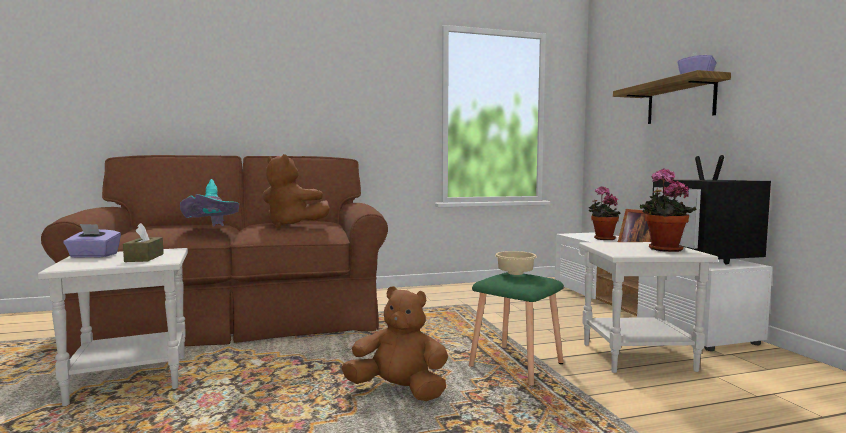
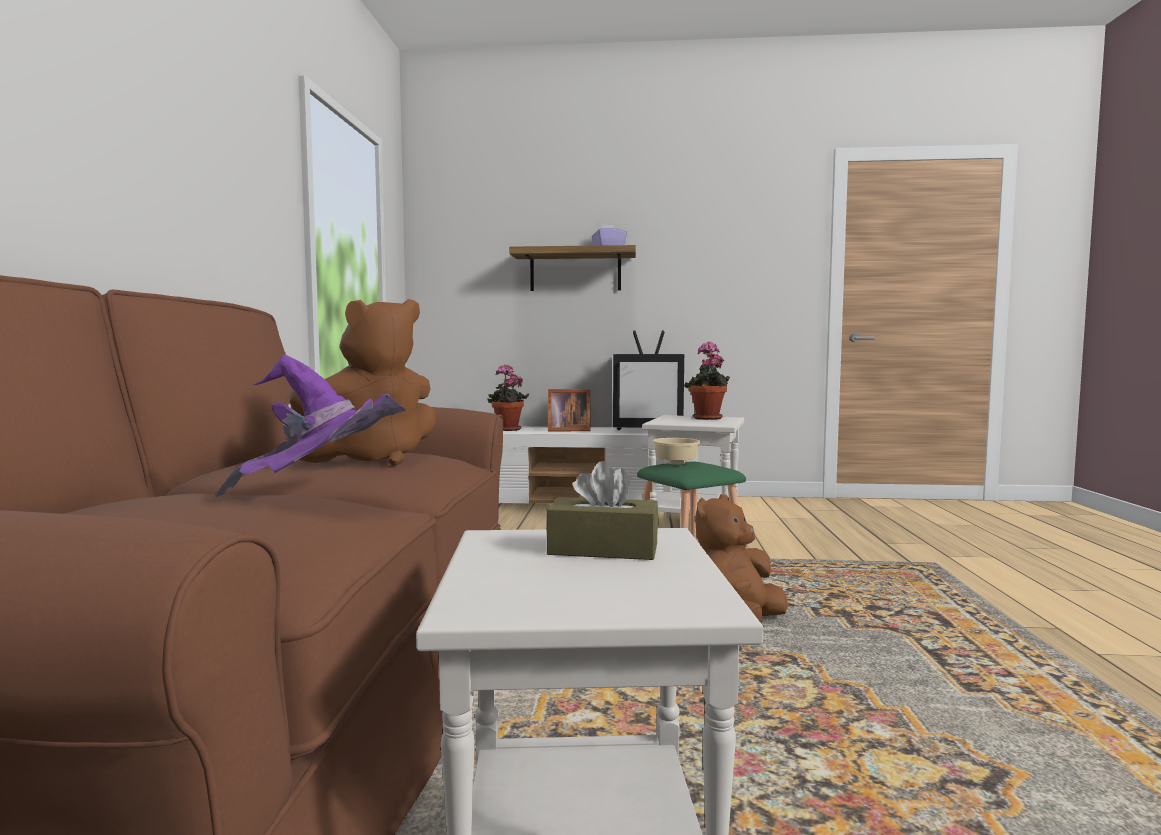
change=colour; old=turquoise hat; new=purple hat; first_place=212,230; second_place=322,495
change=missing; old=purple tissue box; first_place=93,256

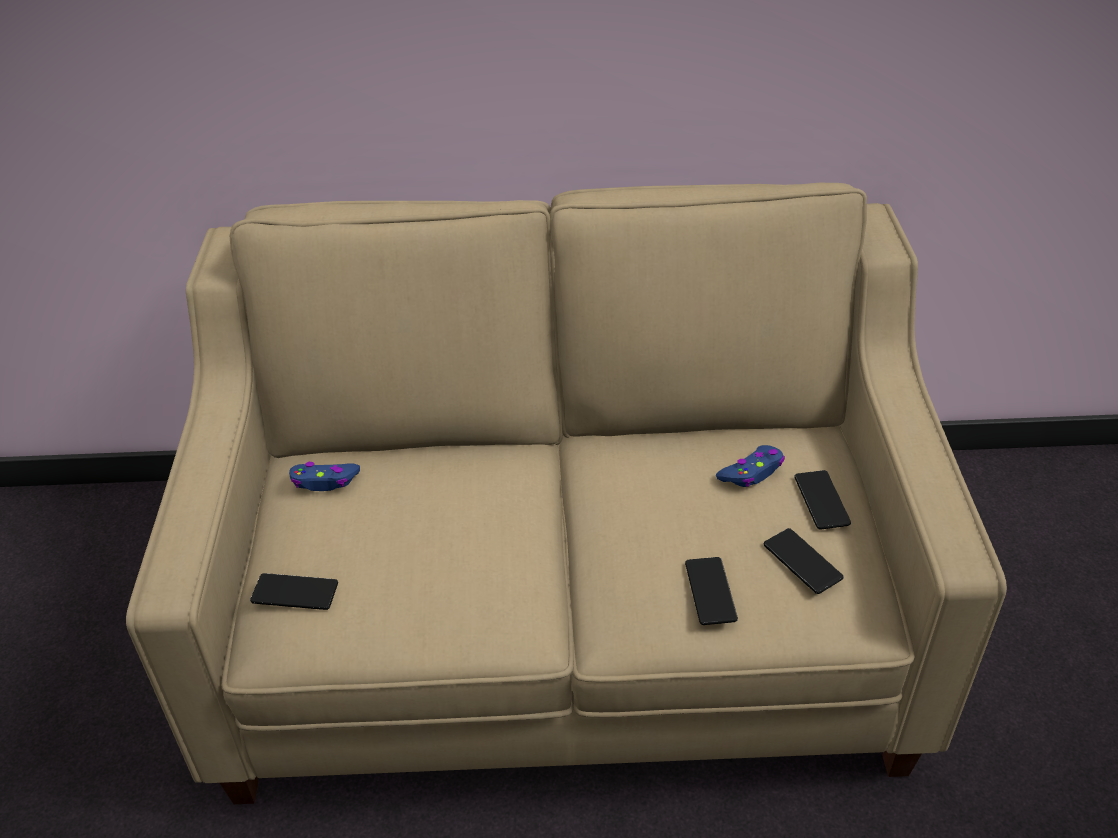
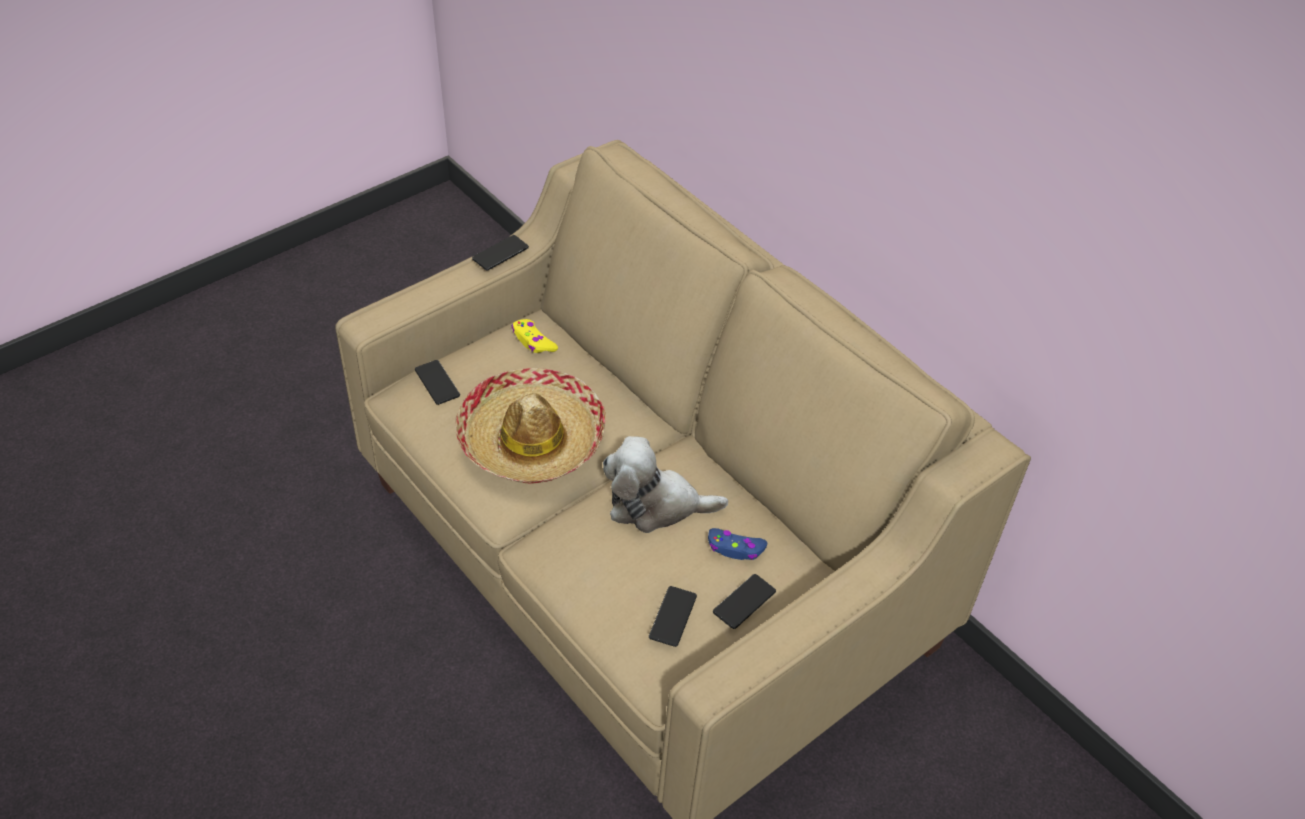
change=colour; old=blue game controller; new=yellow game controller; first_place=324,481; second_place=533,341
change=relocated; old=phone; first_place=710,591; second_place=500,253
change=appeared; new=hat; second_place=532,438
change=appeared; new=plush toy; second_place=656,505

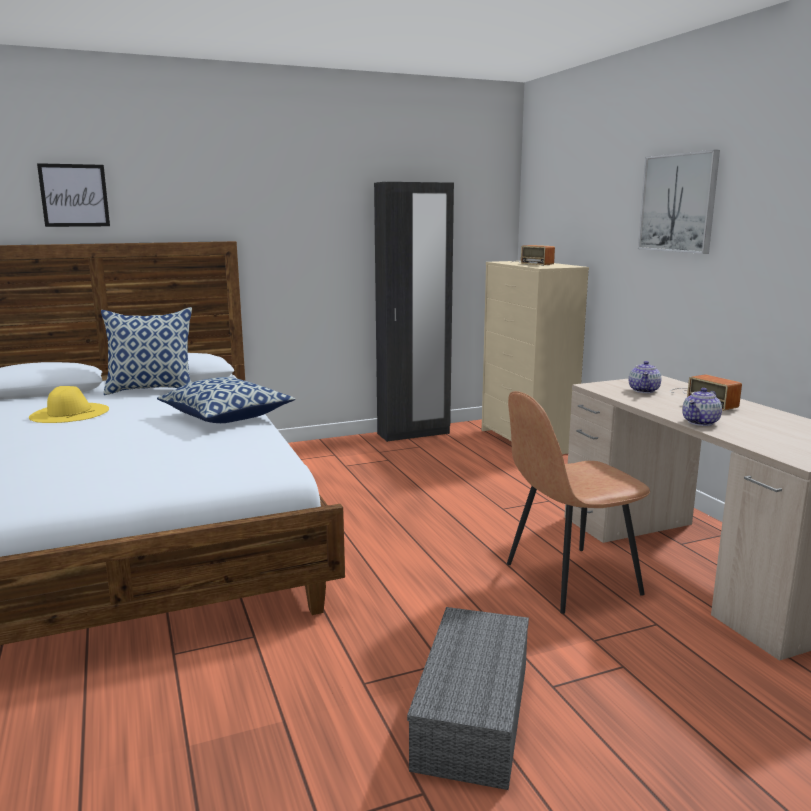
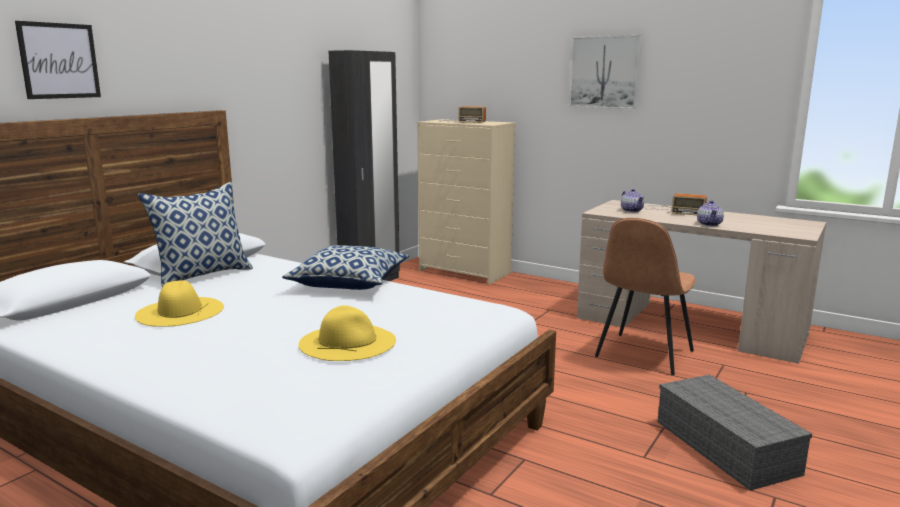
change=appeared; new=yellow hat; second_place=347,342

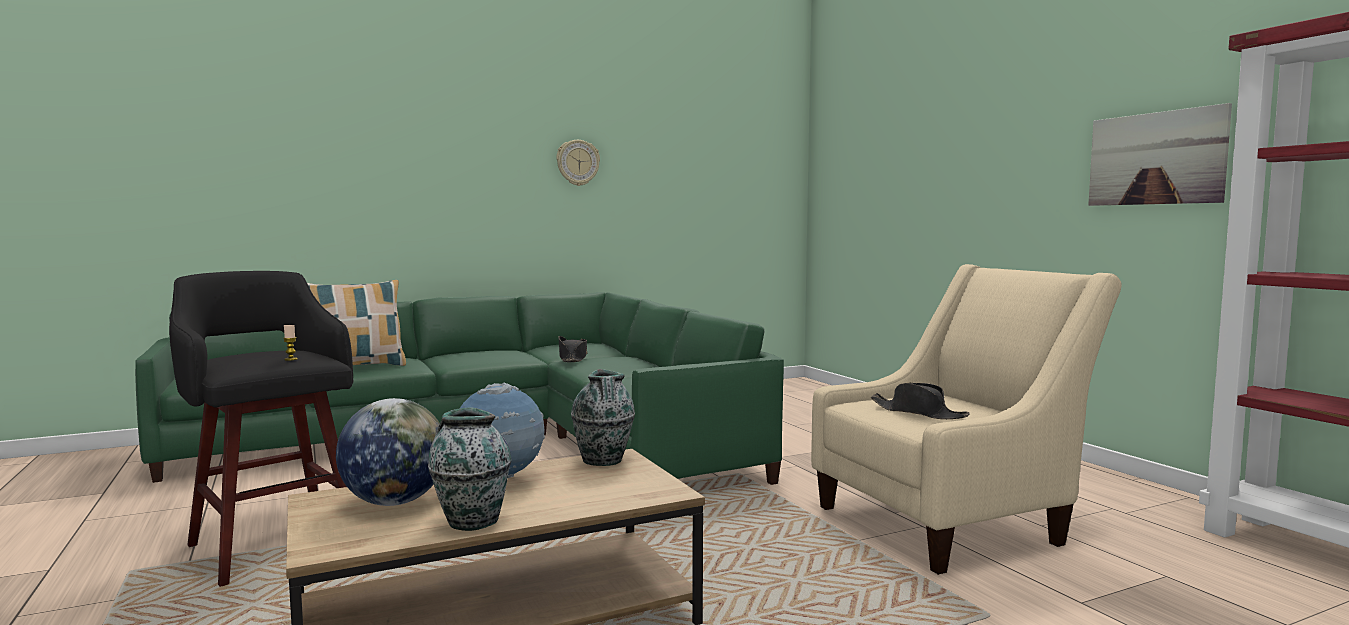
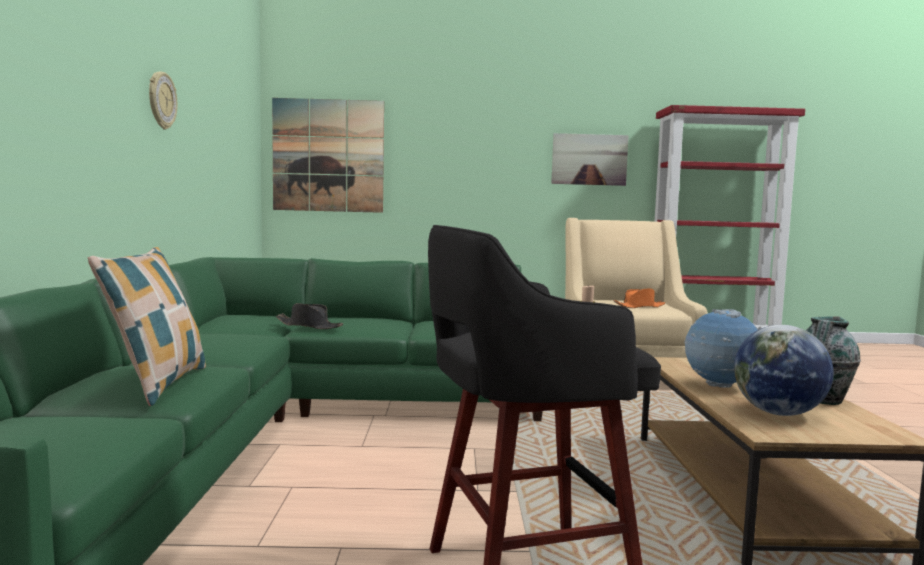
change=missing; old=vase; first_place=603,461
change=colour; old=black hat; new=orange hat; first_place=918,413; second_place=639,307
change=appeared; new=picture; second_place=328,155

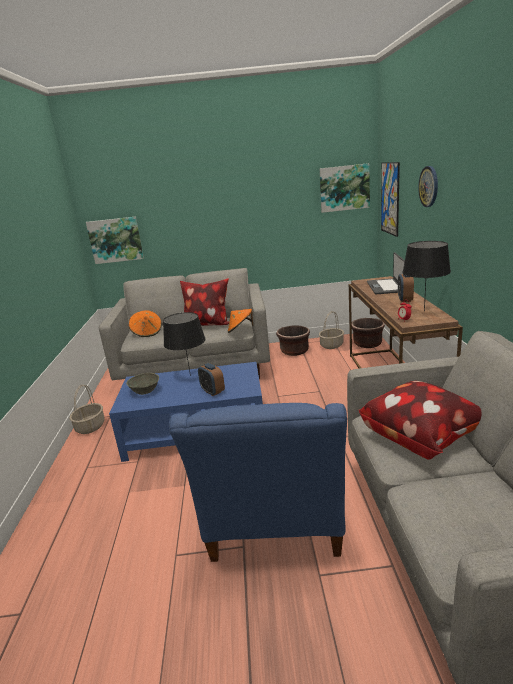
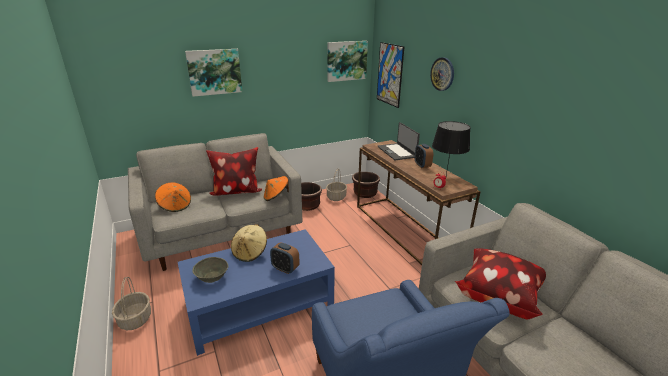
change=relocated; old=picture; first_place=115,240; second_place=214,72
change=exchanged; old=black table lamp; new=beige hat; first_place=190,375; second_place=250,252

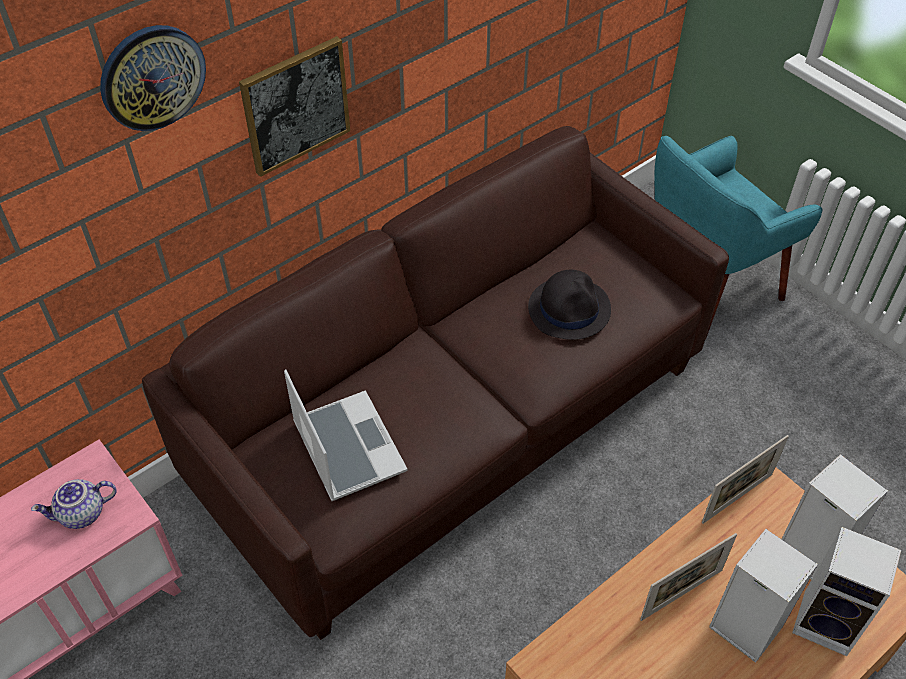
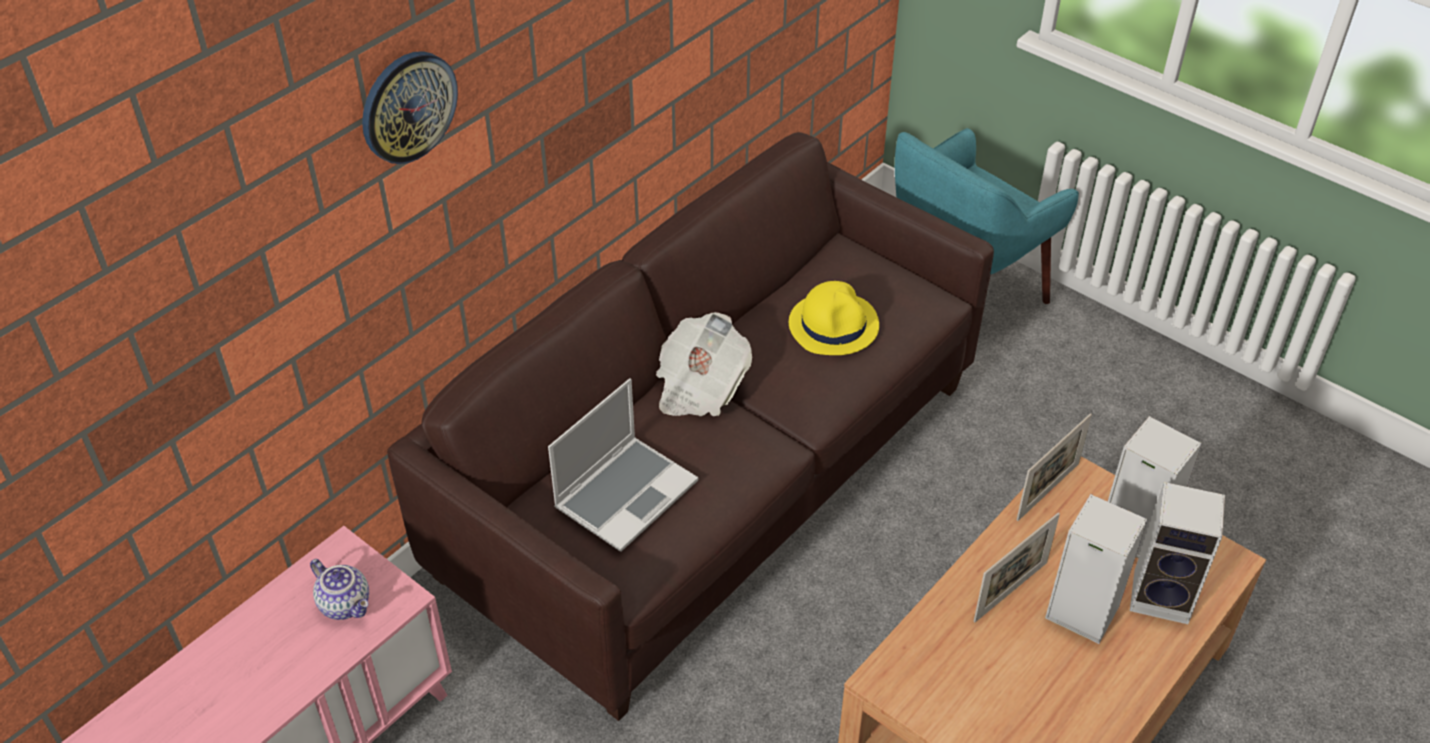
change=missing; old=picture; first_place=295,105
change=colour; old=black hat; new=yellow hat; first_place=569,309; second_place=834,324
change=spun; old=laptop; first_place=346,446; second_place=626,493; degrees=75
change=spun; old=teapot; first_place=81,514; second_place=346,604; degrees=-105
change=appeared; new=newspaper; second_place=699,386

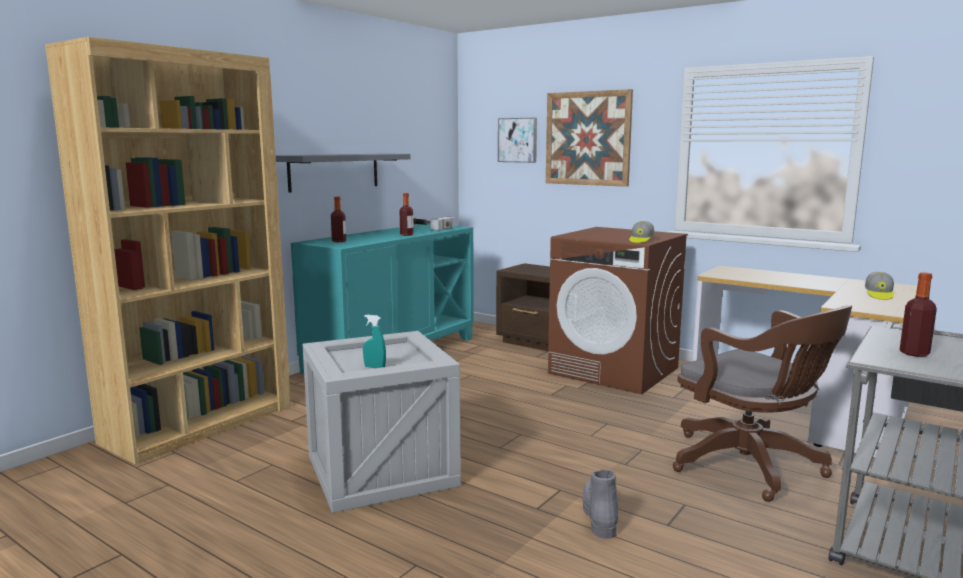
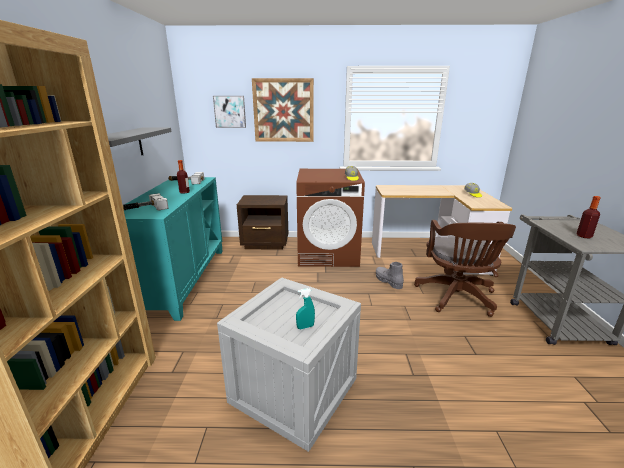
change=exchanged; old=bottle; new=hammer; first_place=339,241; second_place=143,209
change=spun; old=brown office chair; first_place=752,467; second_place=457,298; degrees=75
change=relocated; old=grey boot; first_place=599,515; second_place=388,281

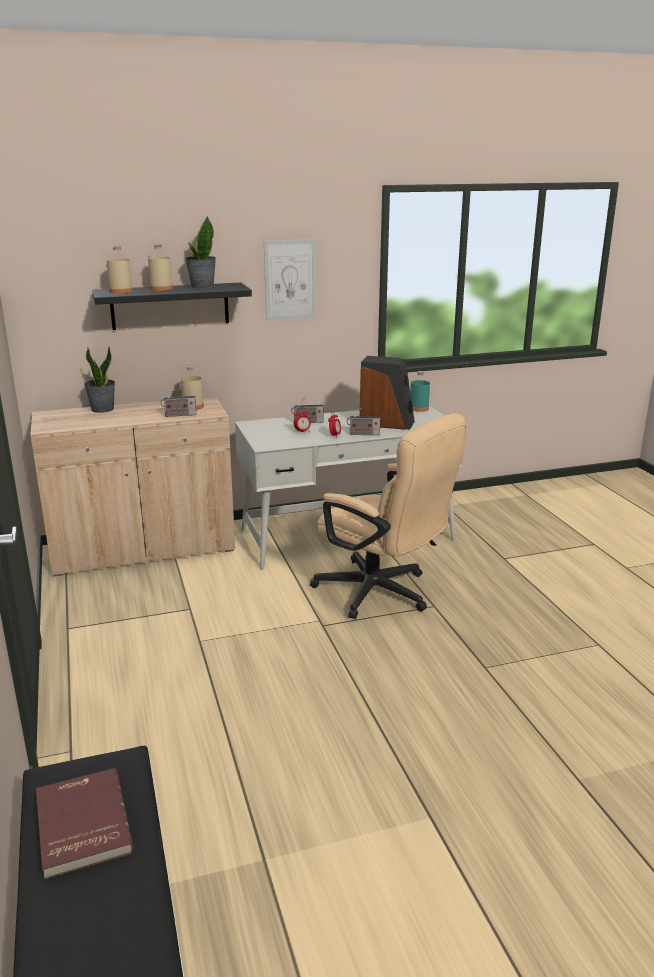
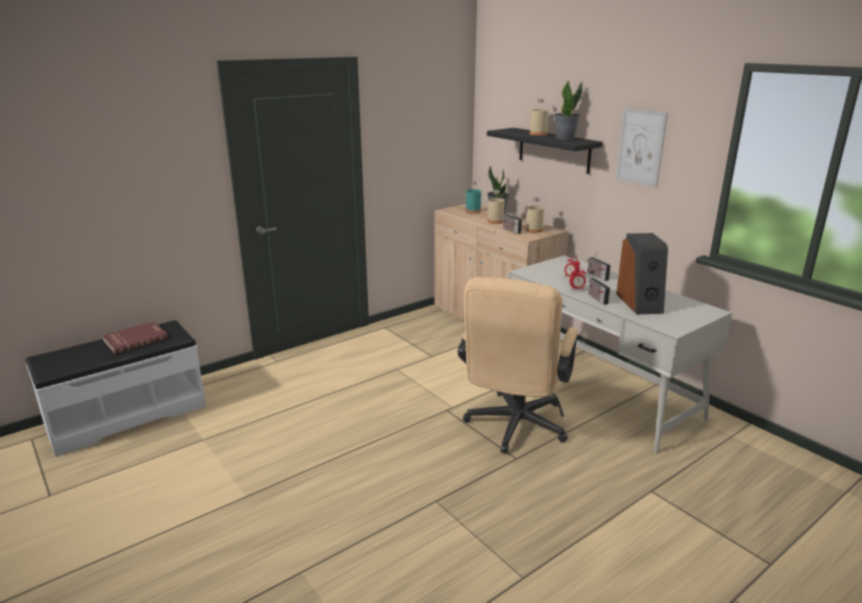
change=relocated; old=beige bottle; first_place=121,291; second_place=495,221
change=relocated; old=turquoise bottle; first_place=419,408; second_place=473,211

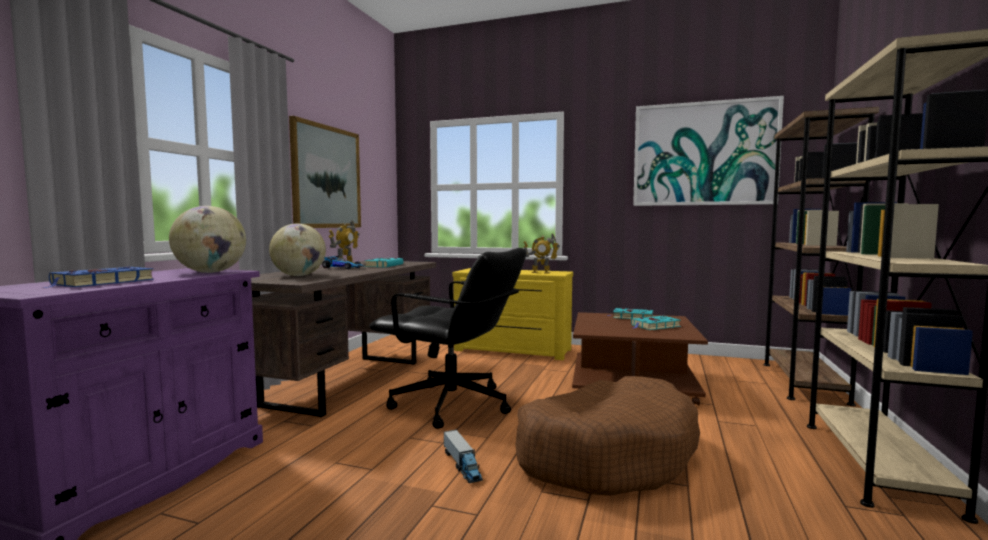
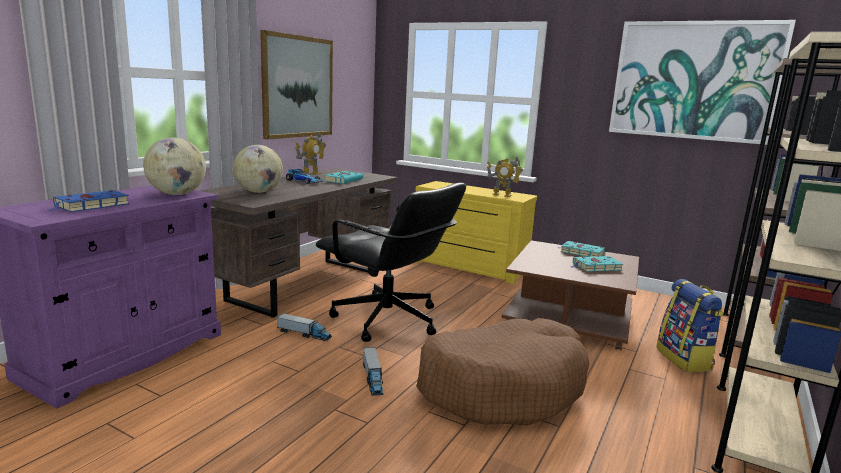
change=appeared; new=backpack; second_place=684,359
change=appeared; new=toy truck; second_place=304,334

